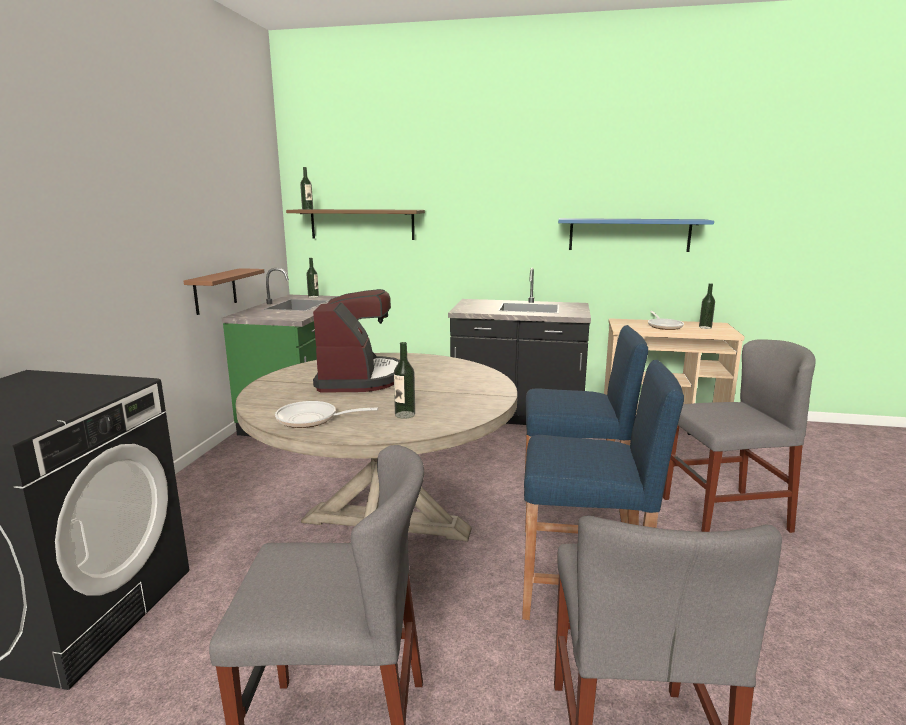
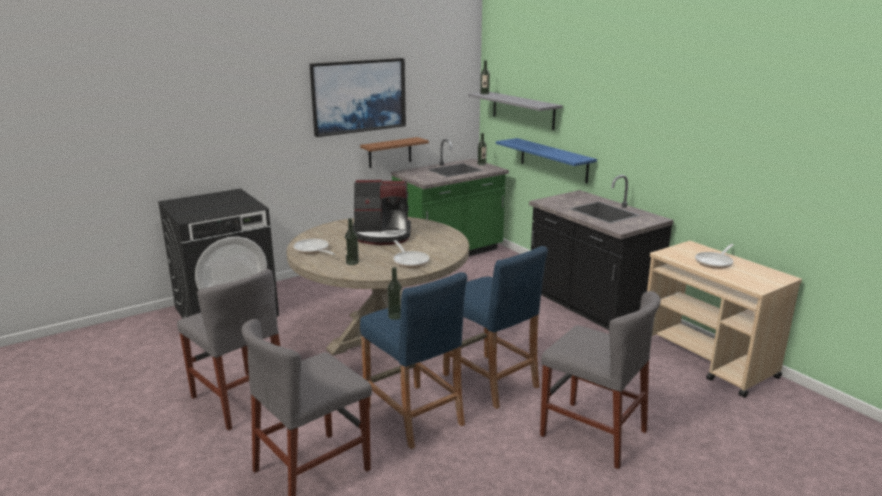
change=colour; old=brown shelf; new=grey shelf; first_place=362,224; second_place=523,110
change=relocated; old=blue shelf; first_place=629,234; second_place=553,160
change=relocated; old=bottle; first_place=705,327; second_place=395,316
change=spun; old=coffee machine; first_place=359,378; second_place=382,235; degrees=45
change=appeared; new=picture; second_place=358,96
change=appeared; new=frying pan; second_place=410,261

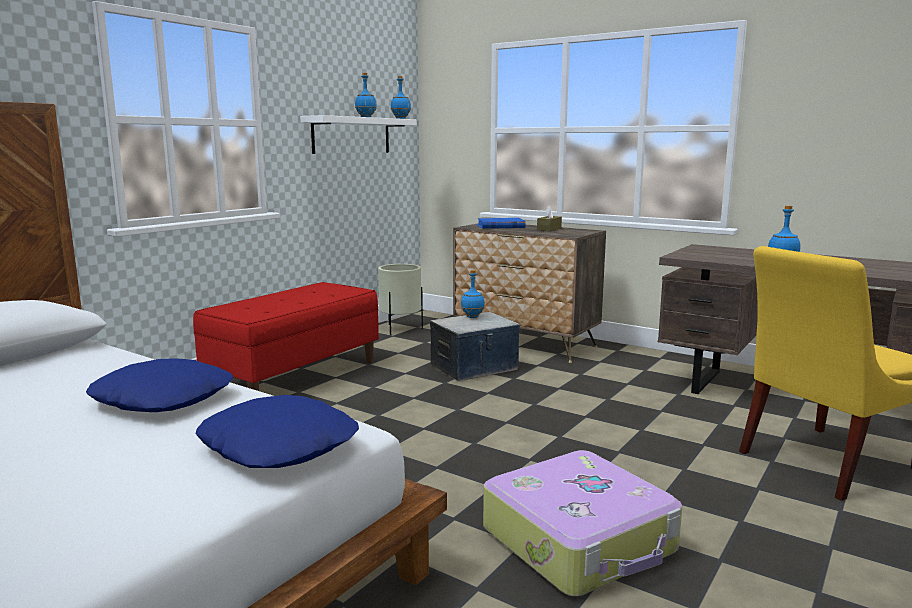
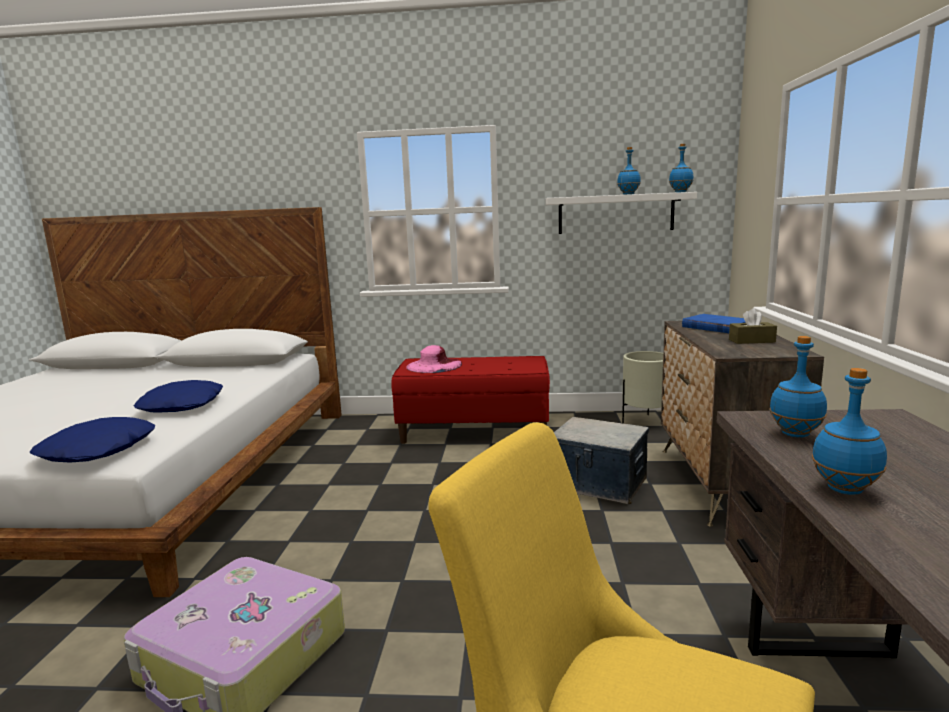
change=relocated; old=blue bottle; first_place=472,317; second_place=795,434
change=appeared; new=pink hat; second_place=434,365

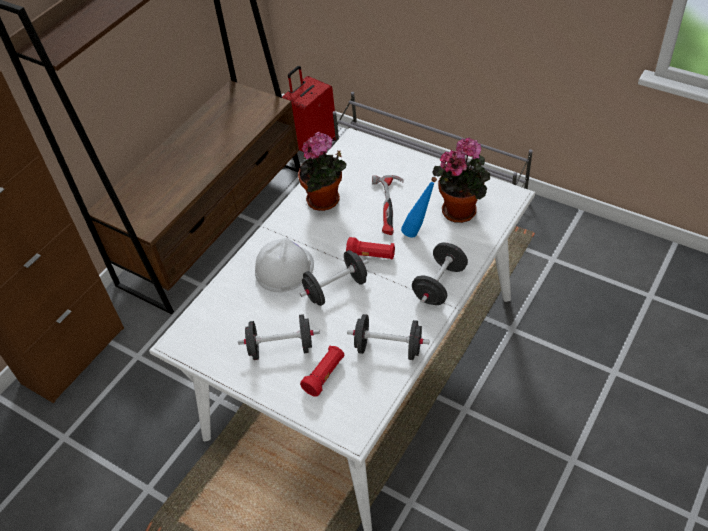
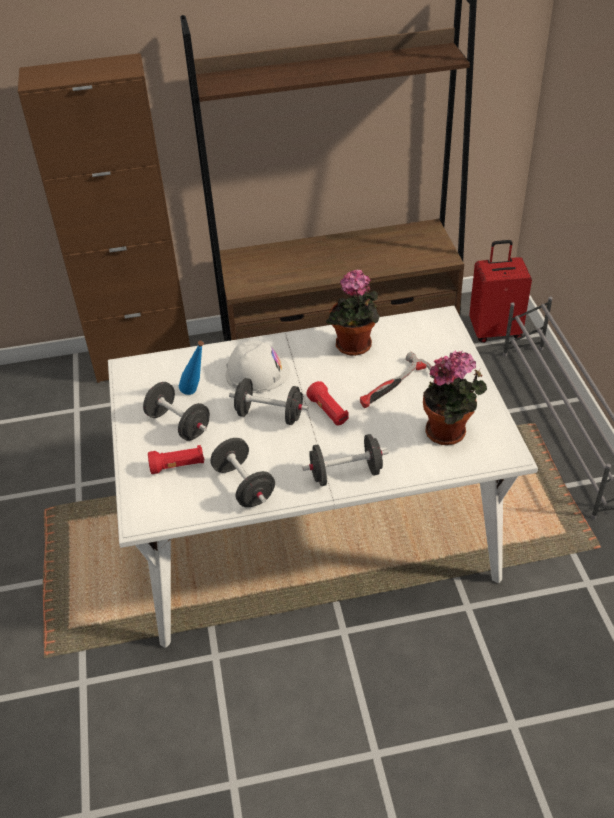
change=relocated; old=blue bottle; first_place=418,231; second_place=196,393

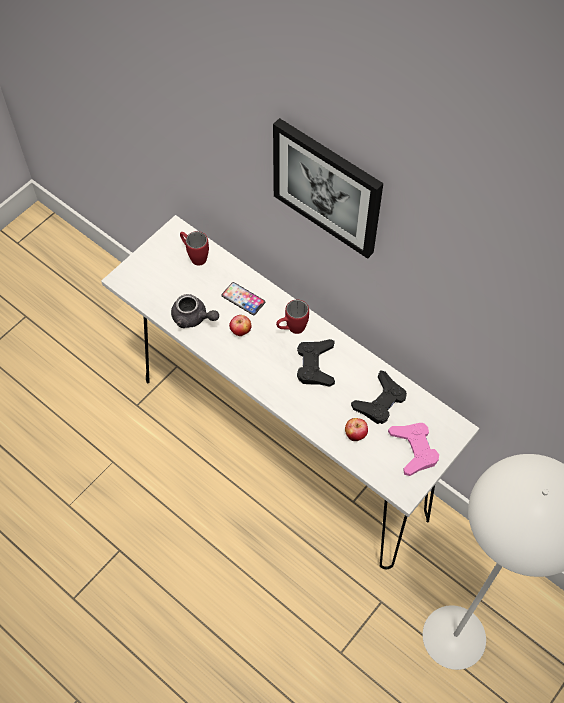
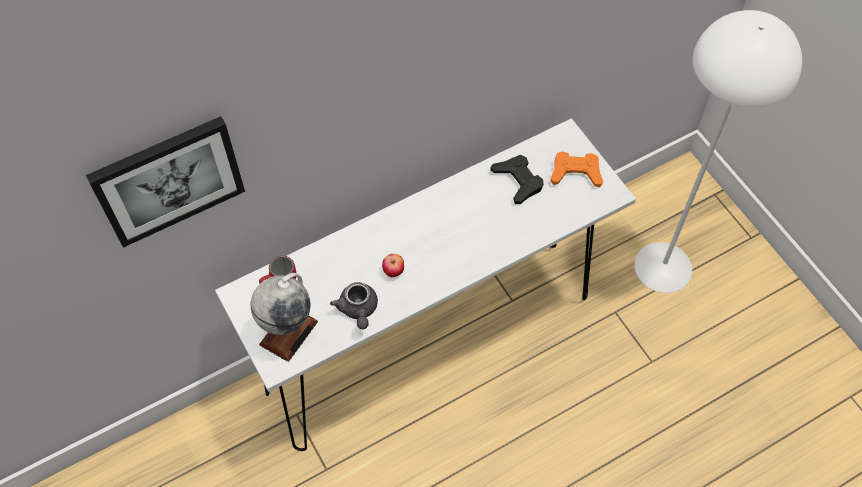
change=relocated; old=picture; first_place=328,187; second_place=168,179
change=missing; old=phone; first_place=243,299
change=spun; old=grey teapot; first_place=193,318; second_place=358,310; degrees=120
change=missing; old=red mug; first_place=291,329
change=missing; old=black game controller; first_place=315,365
change=missing; old=apple; first_place=355,434
change=colour; old=pink game controller; new=orange game controller; first_place=413,449; second_place=575,173
change=appeared; new=globe; second_place=288,332

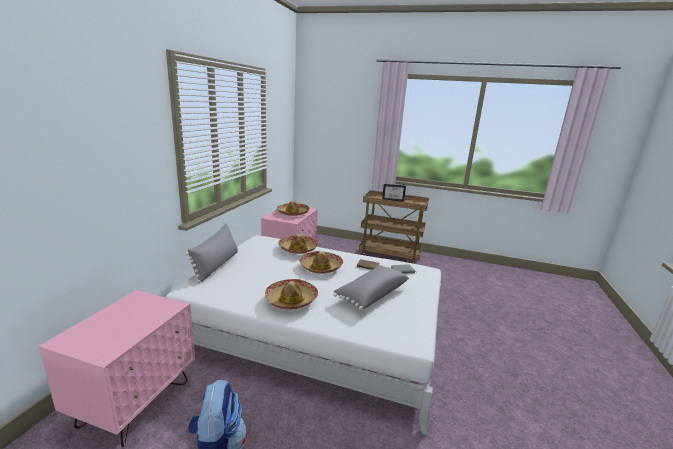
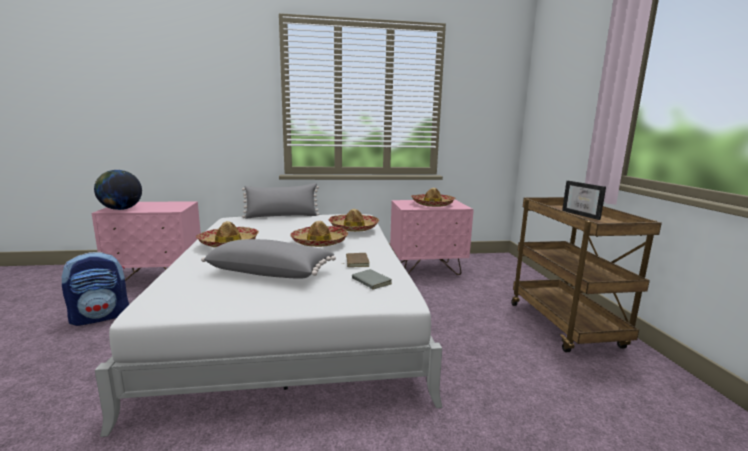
change=appeared; new=globe; second_place=121,209

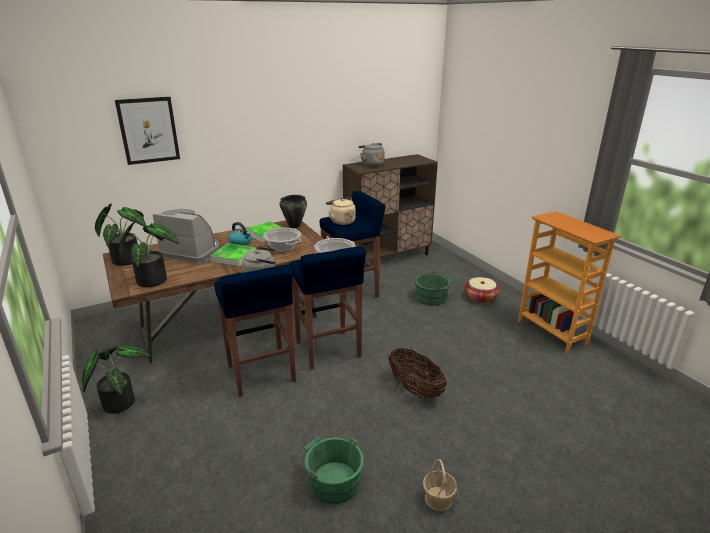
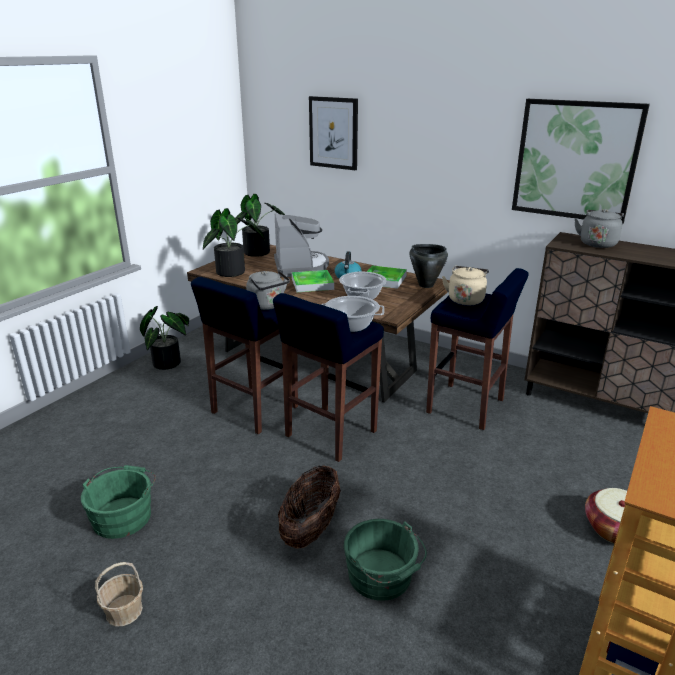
change=relocated; old=green bucket; first_place=433,298; second_place=382,577
change=appeared; new=picture; second_place=575,160

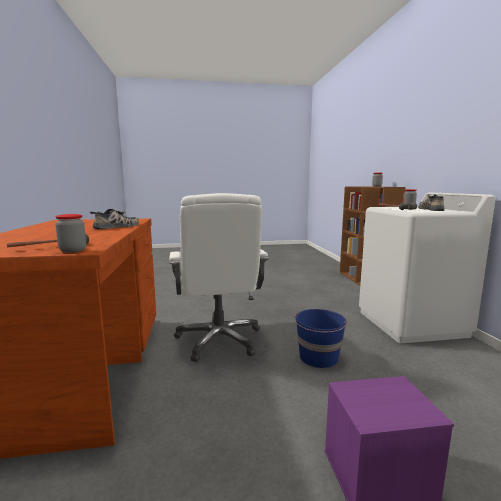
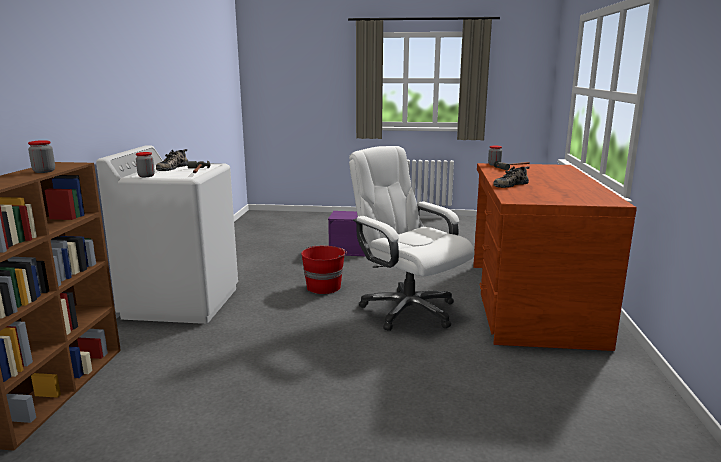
change=spun; old=white office chair; first_place=219,340; second_place=408,310; degrees=-45
change=colour; old=blue bucket; new=red bucket; first_place=318,357; second_place=324,287

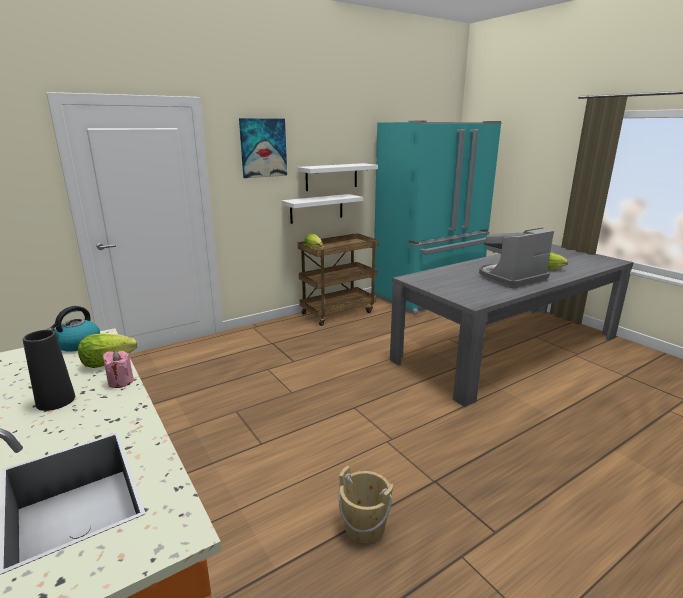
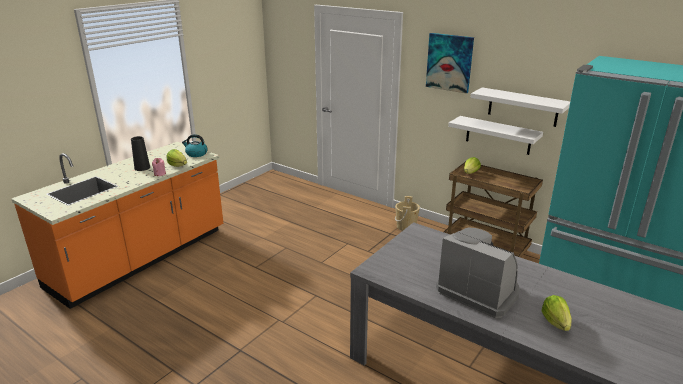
change=relocated; old=beige bucket; first_place=364,526; second_place=406,226

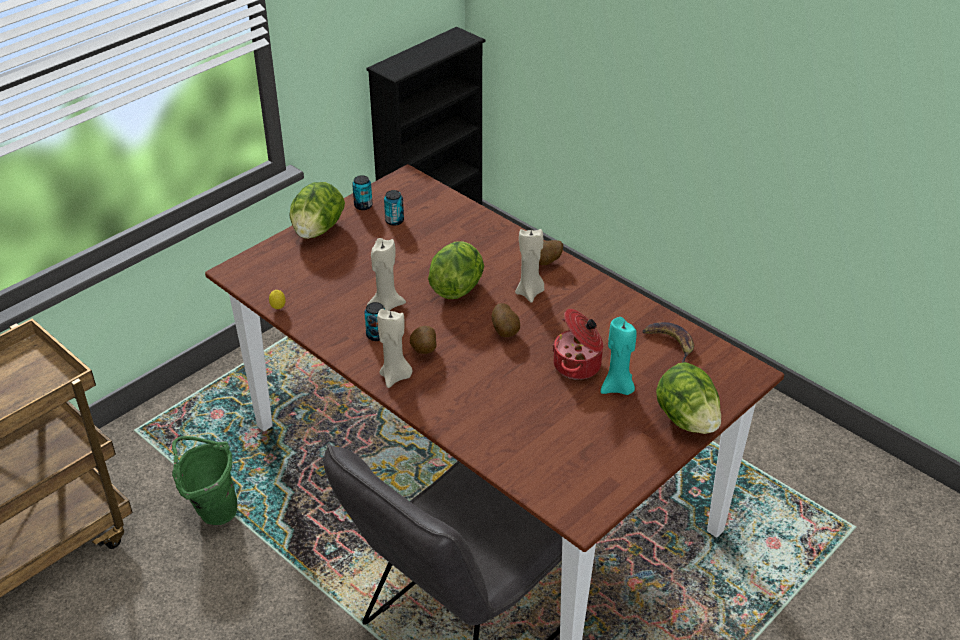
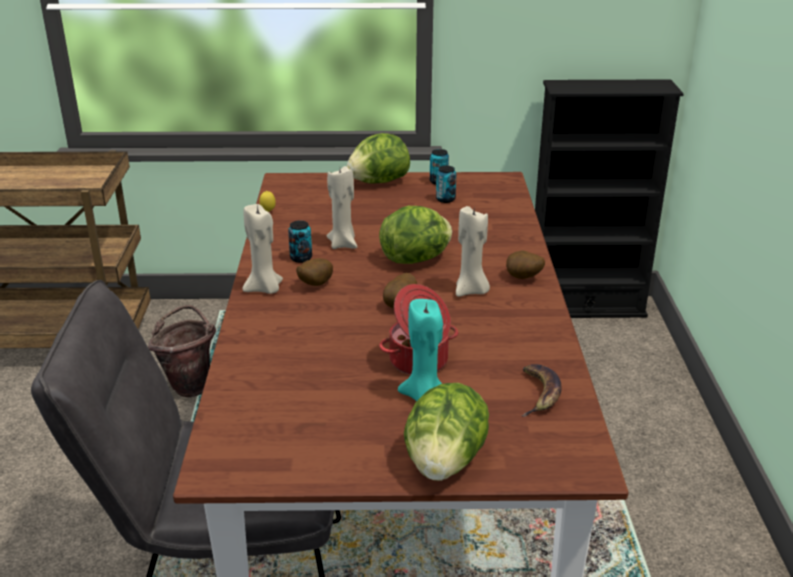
change=colour; old=green bucket; new=brown bucket; first_place=211,510; second_place=190,384

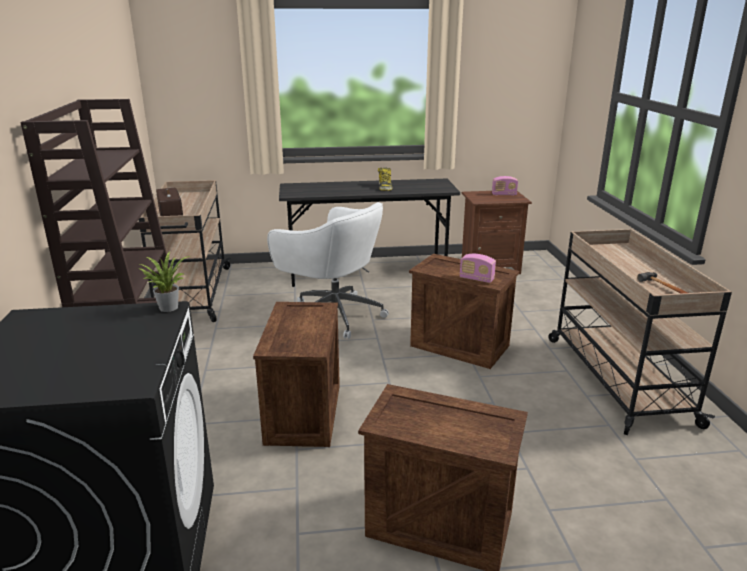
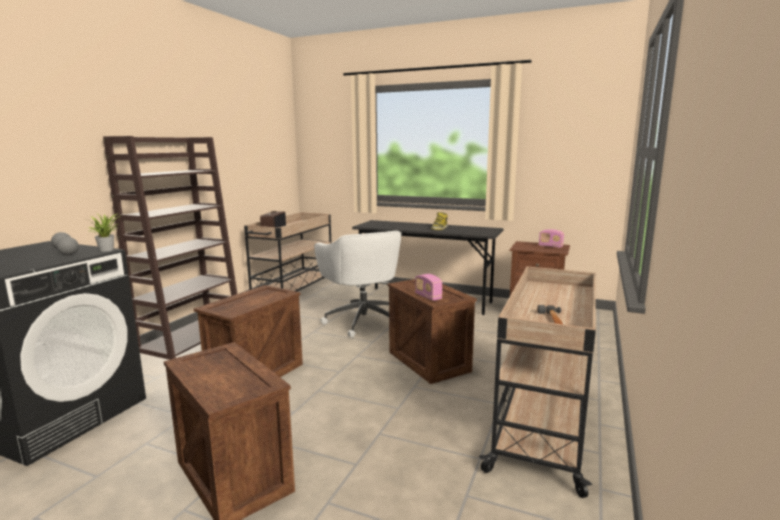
change=appeared; new=grey dumbbell; second_place=66,252

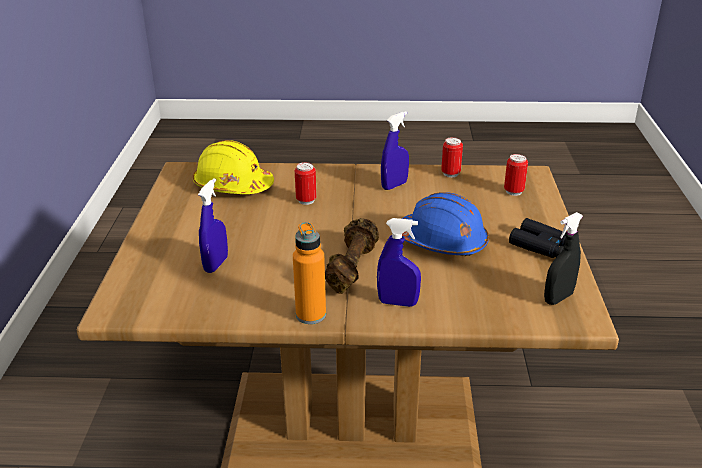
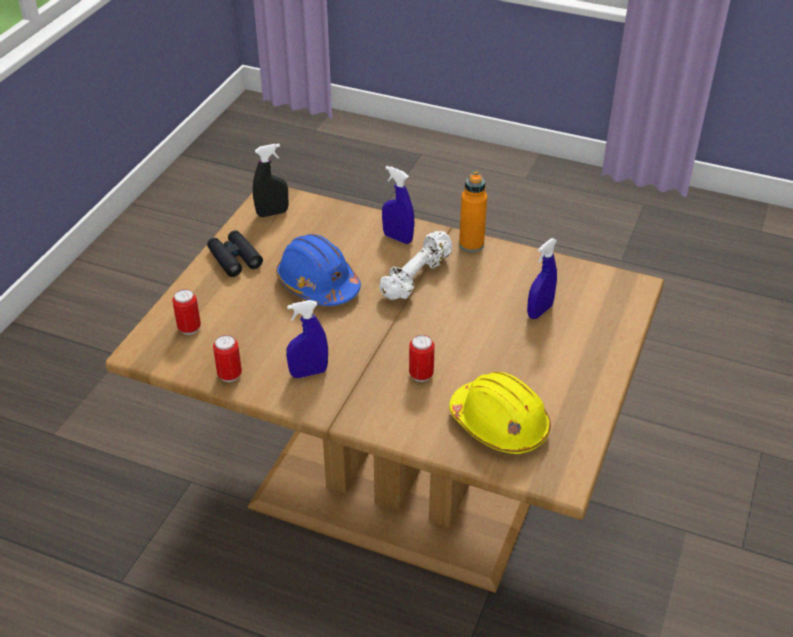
change=colour; old=brown dumbbell; new=white dumbbell; first_place=351,267; second_place=417,278

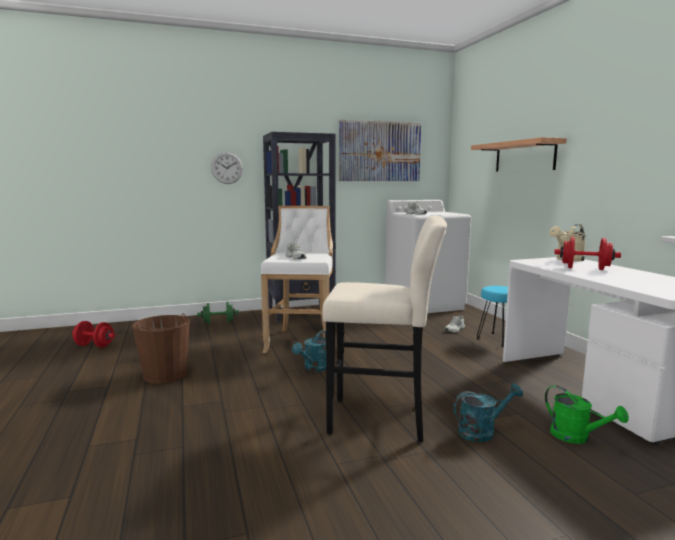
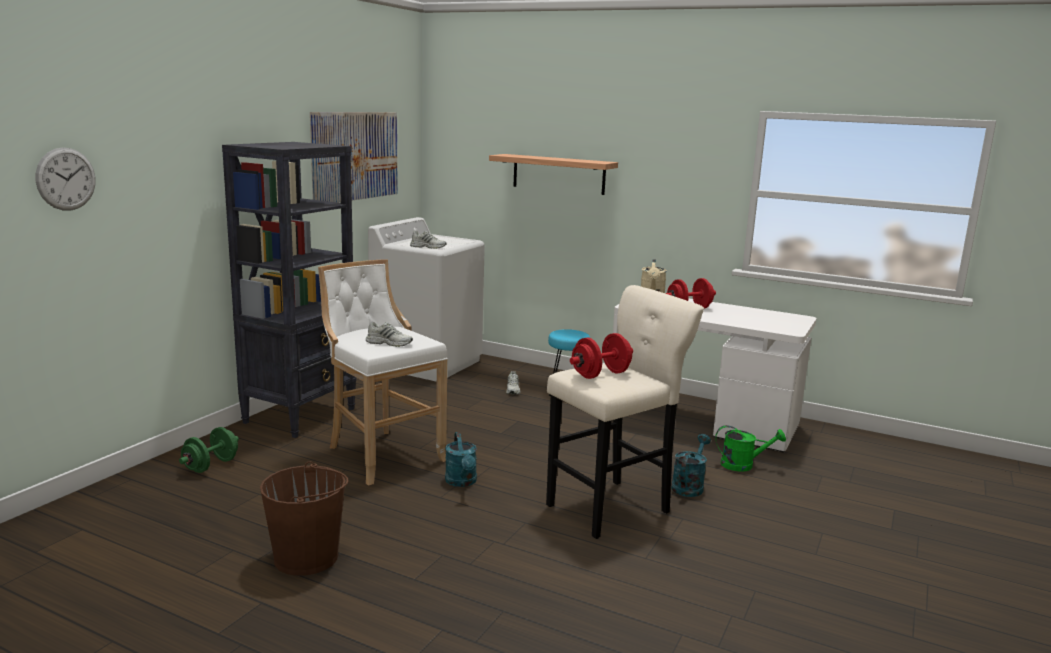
change=relocated; old=wall clock; first_place=227,168; second_place=66,179
change=relocated; old=red dumbbell; first_place=94,345; second_place=600,374

